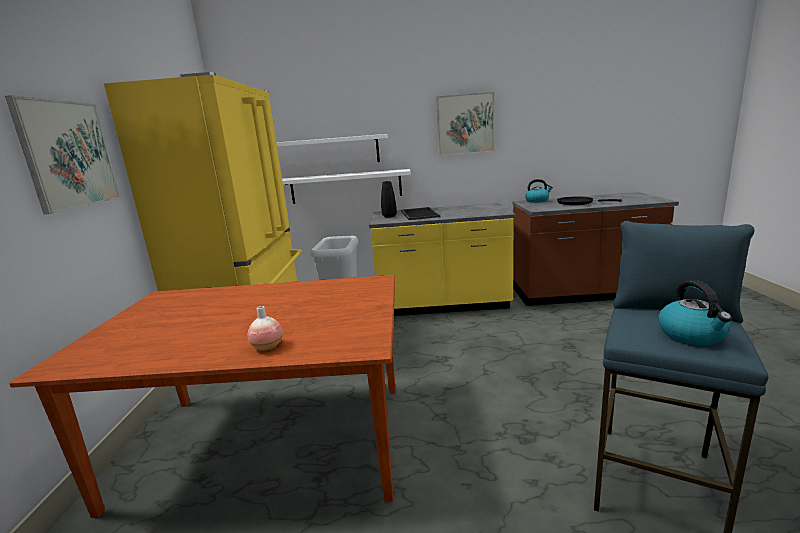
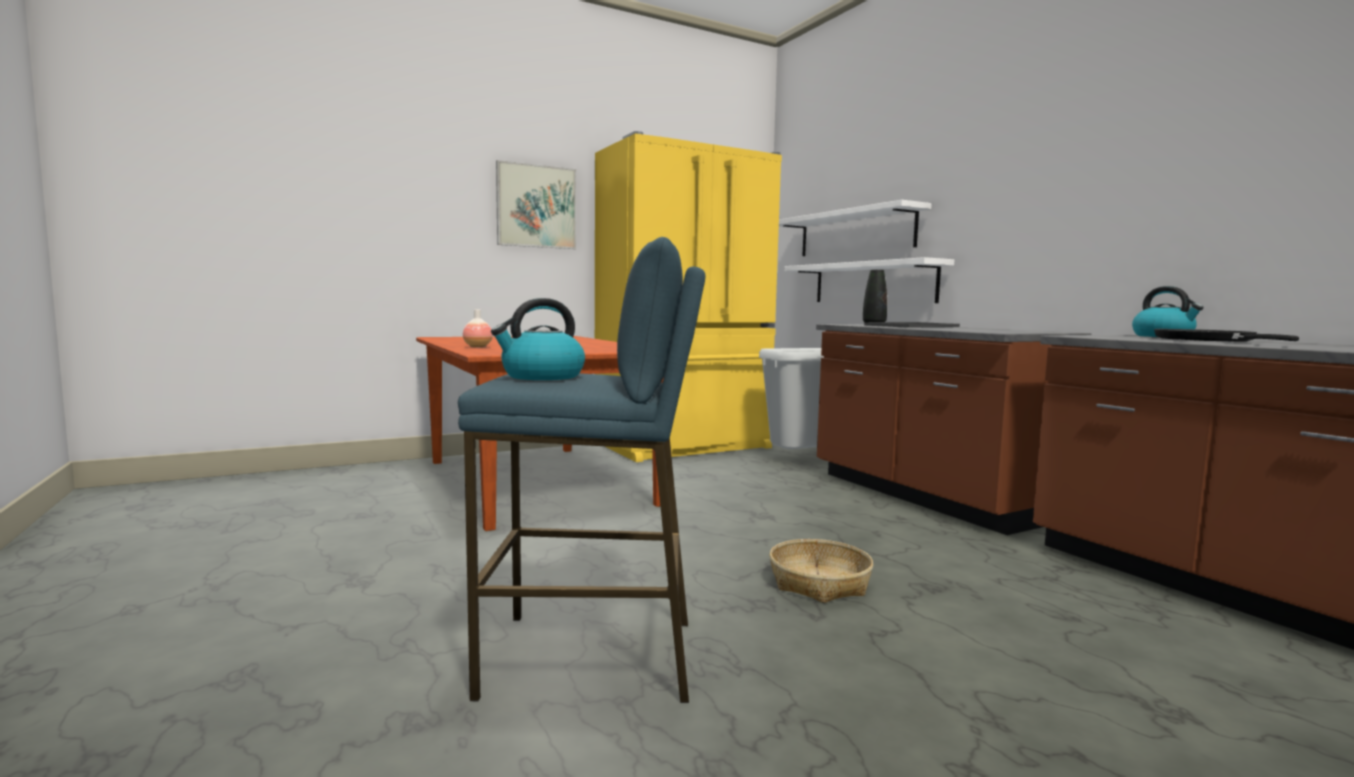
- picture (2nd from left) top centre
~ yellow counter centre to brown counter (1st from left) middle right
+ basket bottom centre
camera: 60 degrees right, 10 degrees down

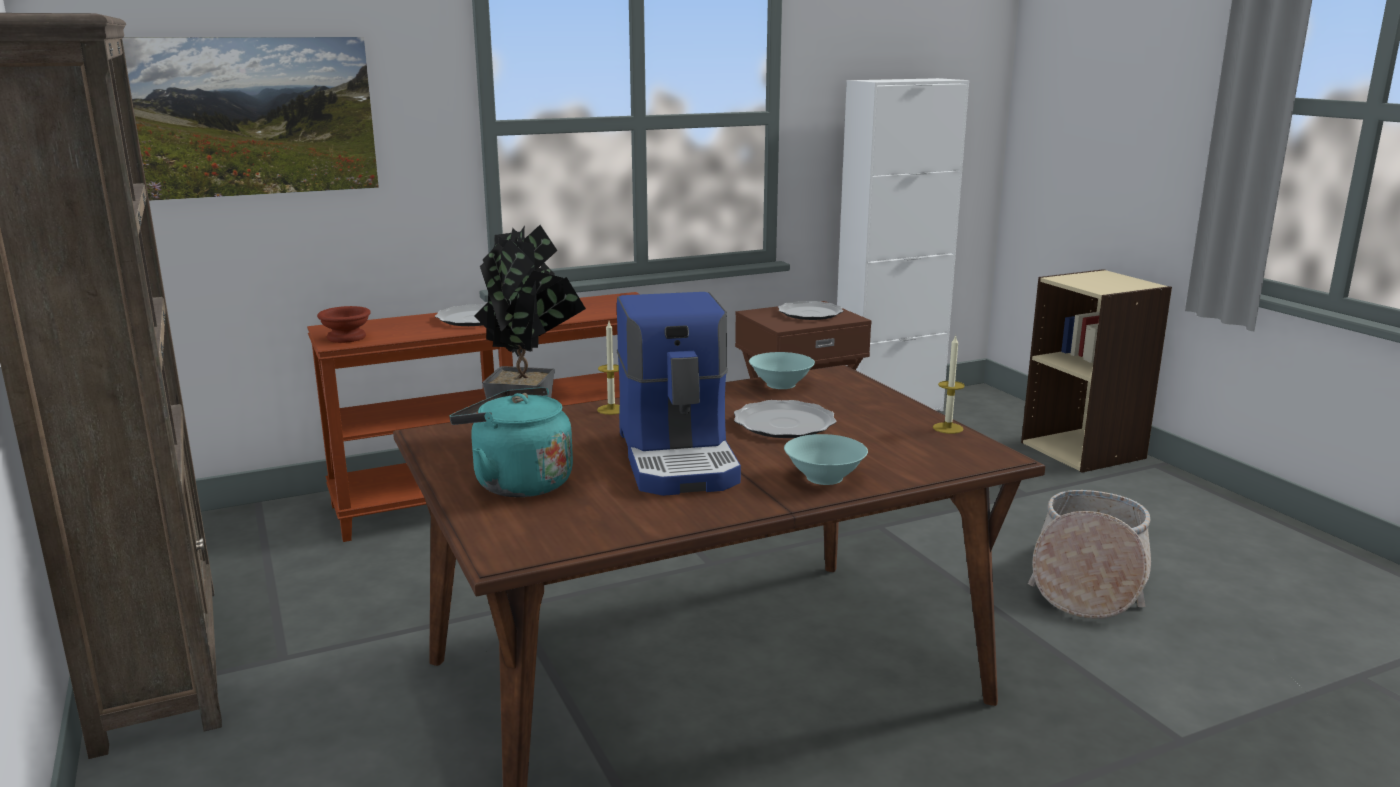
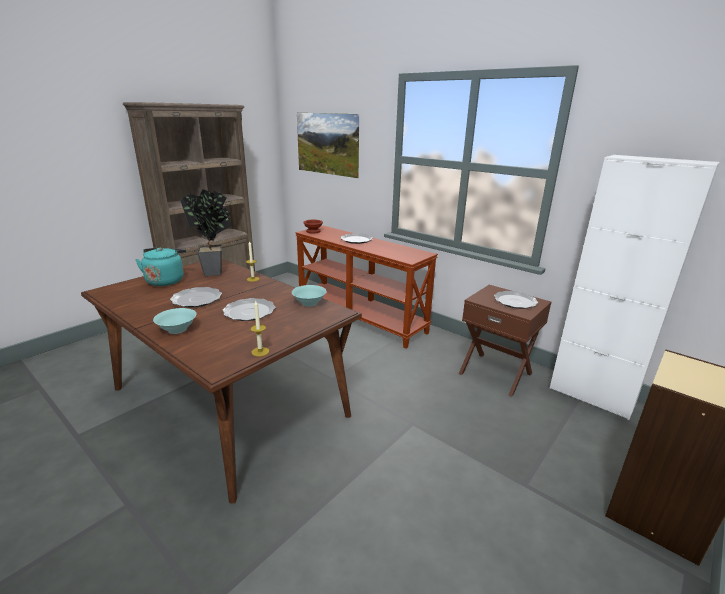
~ coffee machine centre to plate (1st from left) middle left
- basket bottom right
camera: 65 degrees right, 5 degrees up

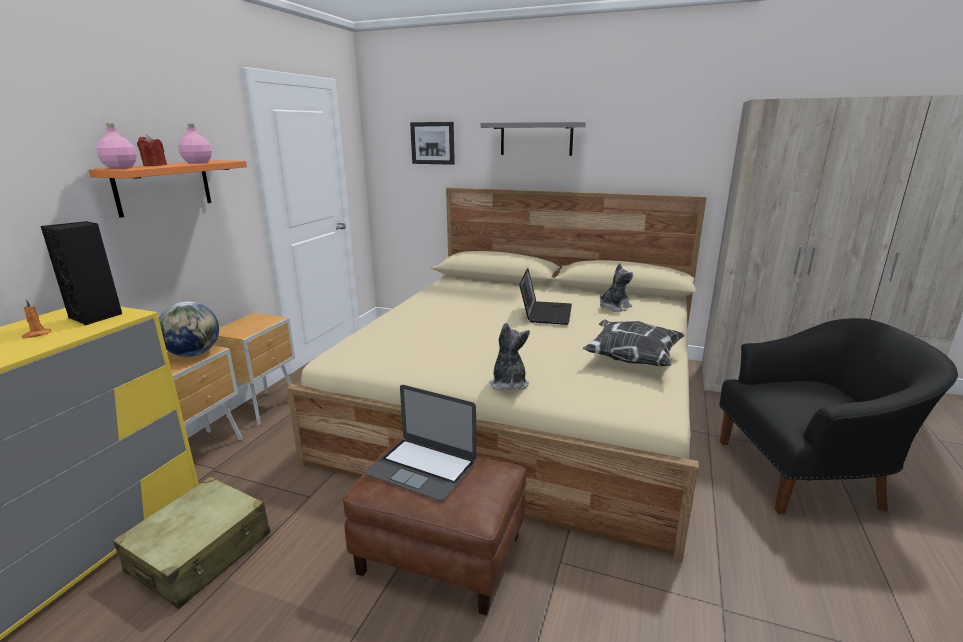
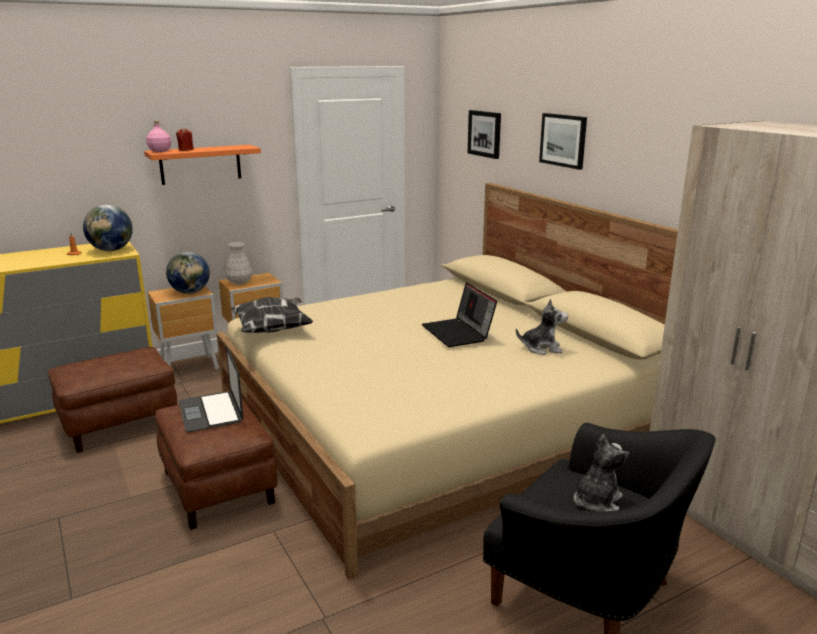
~ grey shelf top centre to picture (2nd from left) top right
- pink bottle (2nd from left) top left
~ black speaker middle left to globe (1st from left) middle left
~ laptop (2nd from left) centre = centre 105 degrees clockwise
~ pillow centre to middle left
~ plush toy (1st from left in the first image) centre to plush toy (2nd from left) bottom right
~ beige suitcase bottom left to brown ottoman (1st from left) middle left
+ white vase middle left
camera: 40 degrees right, 0 degrees up

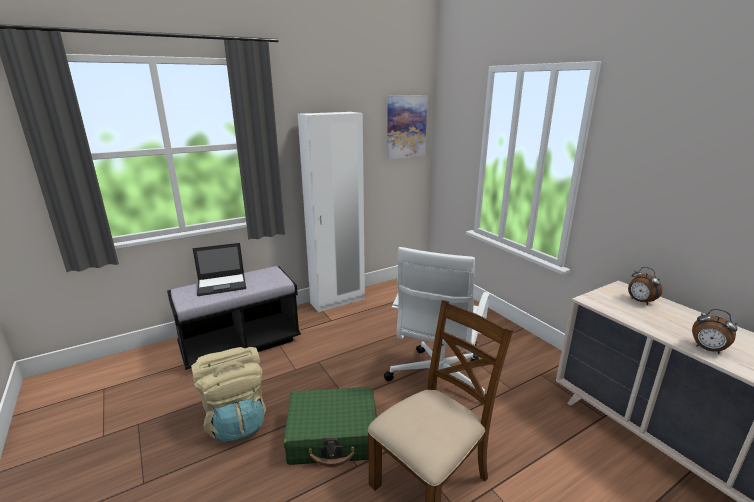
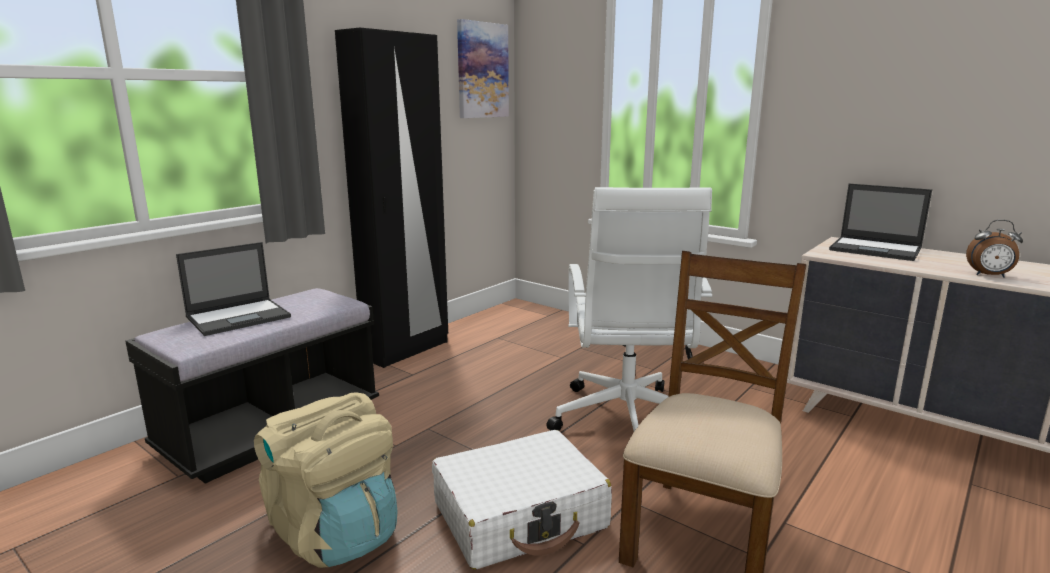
~ white wardrobe centre to black wardrobe centre
~ alarm clock (1st from left) middle right to laptop (2nd from left) middle right
~ green suitcase bottom centre to white suitcase bottom centre
camera: 20 degrees left, 5 degrees down

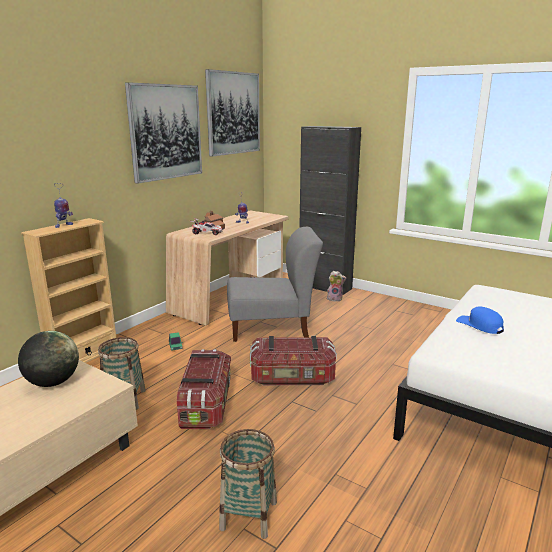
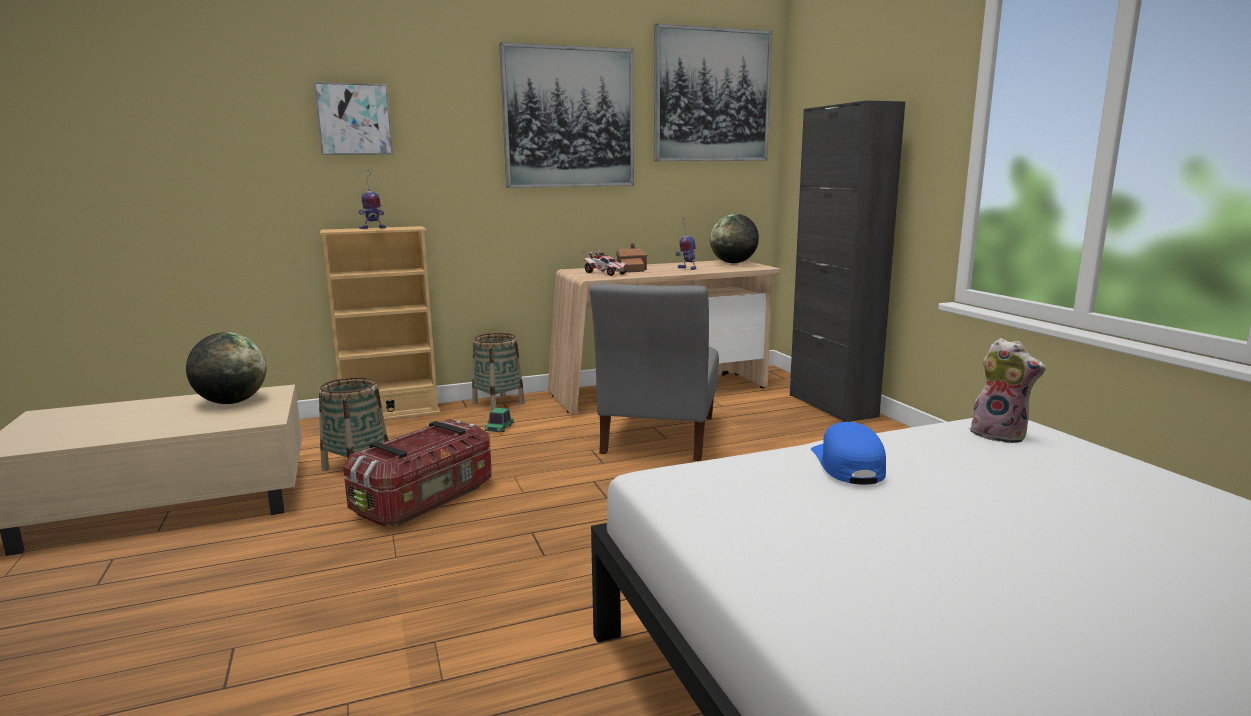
~ grey chair centre = centre 75 degrees clockwise
~ plush toy centre to middle right
- storage box (2nd from left) centre
~ basket (2nd from left) bottom centre to centre
+ picture (1st from left) top left
+ globe (2nd from left) top centre
camera: 35 degrees right, 5 degrees down

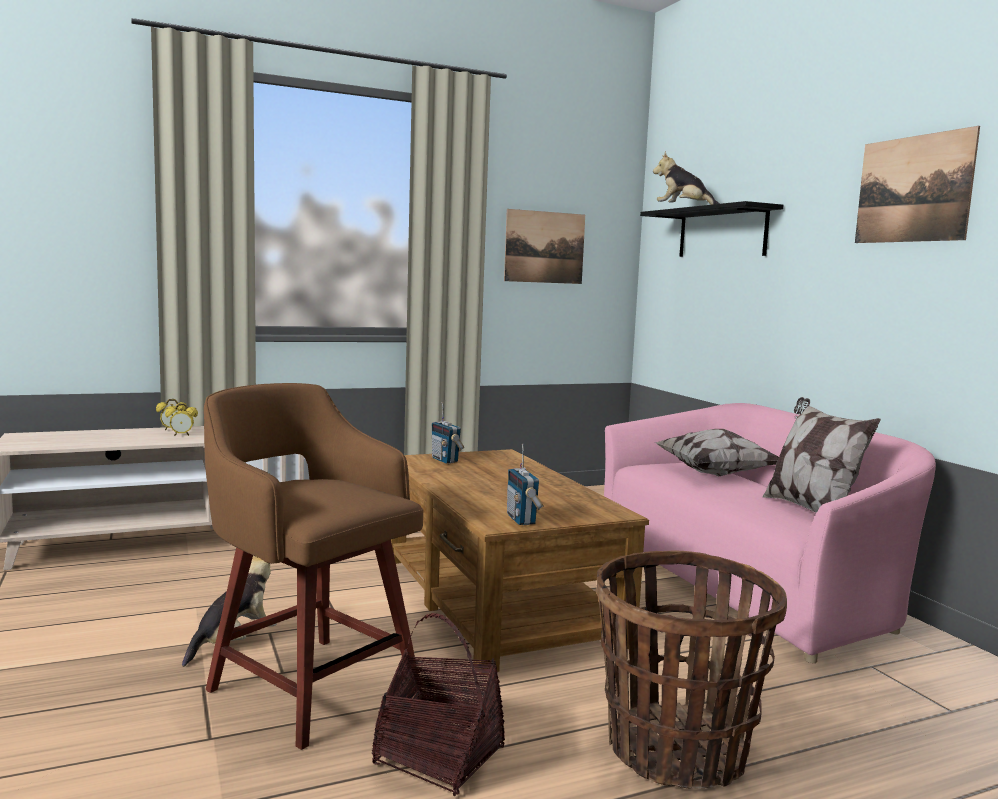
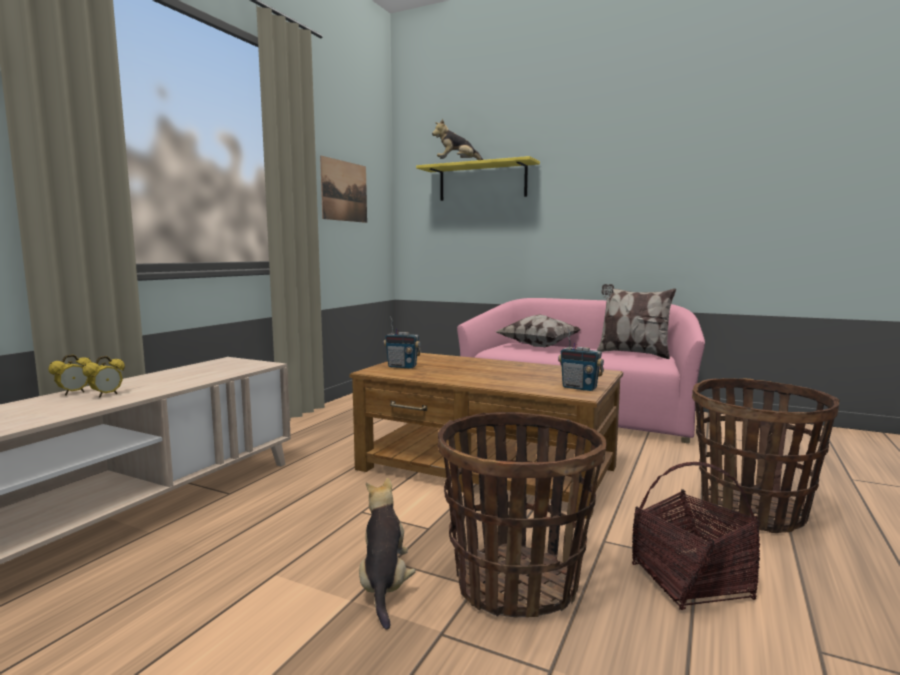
- picture (2nd from left) top right
~ black shelf top right to yellow shelf top centre
~ brown stool bottom left to basket (1st from left) bottom centre
camera: 40 degrees left, 0 degrees up

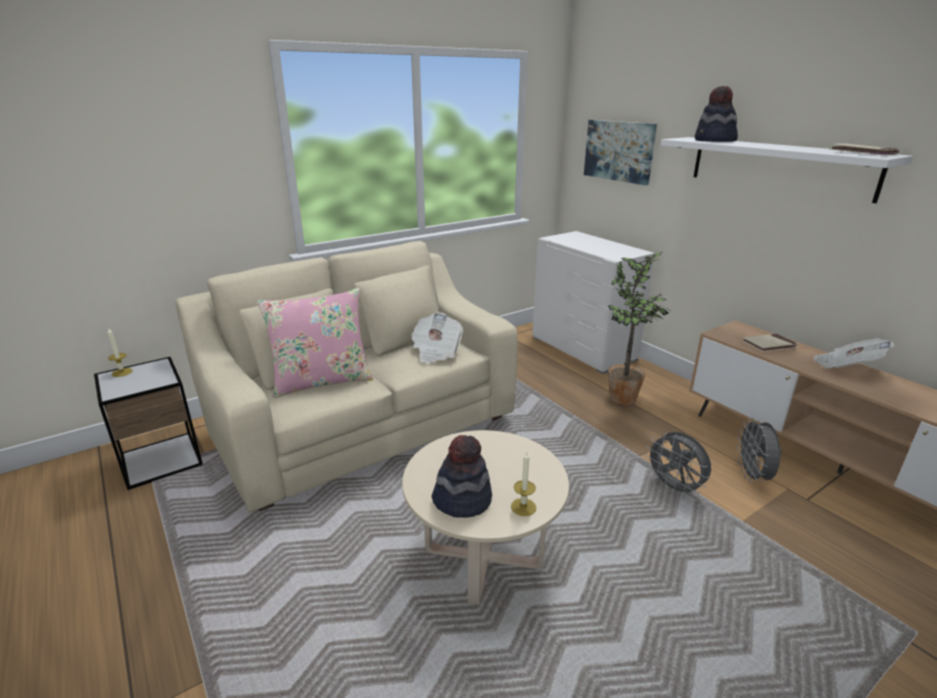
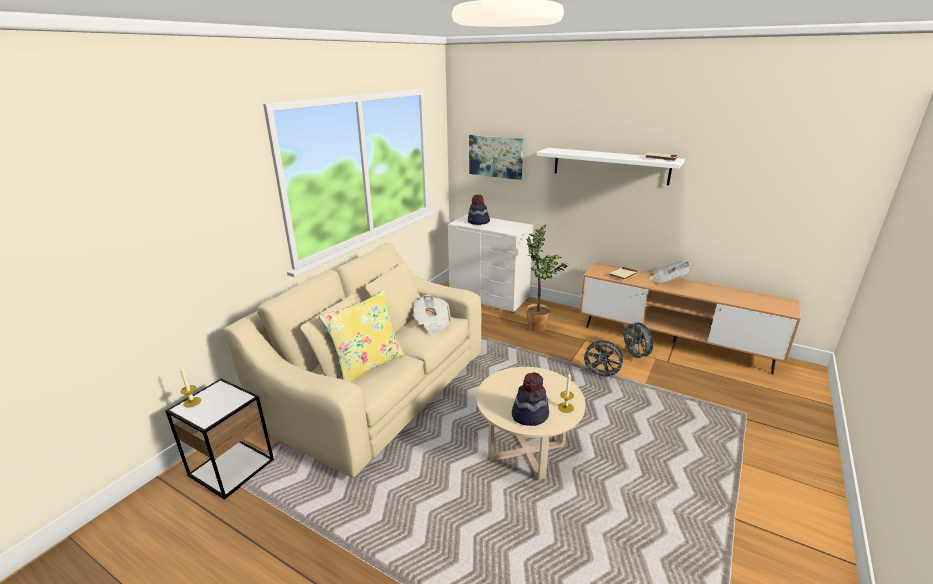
~ hat (2nd from left in the first image) top right to hat (1st from left) centre
~ pink pillow centre to yellow pillow centre
camera: 25 degrees left, 0 degrees up

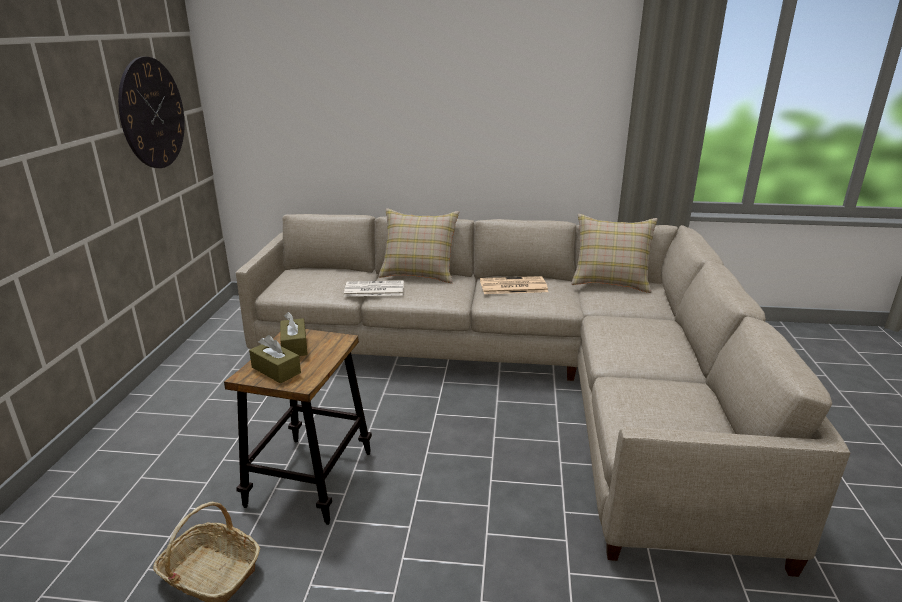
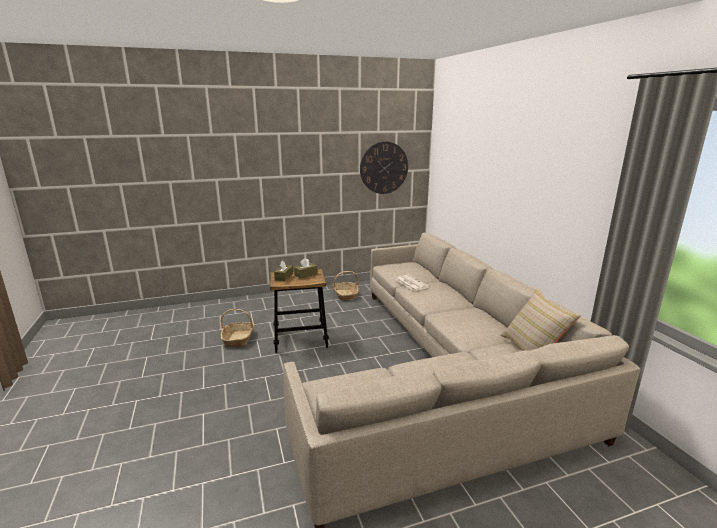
- beige pillow (1st from left) centre
- newspaper (2nd from left) centre
+ basket (2nd from left) centre
camera: 65 degrees right, 5 degrees down

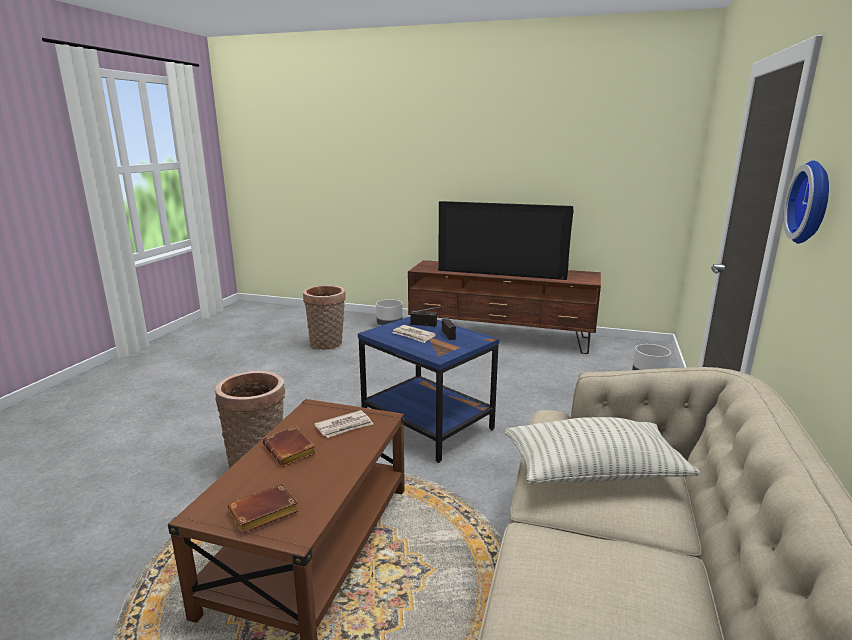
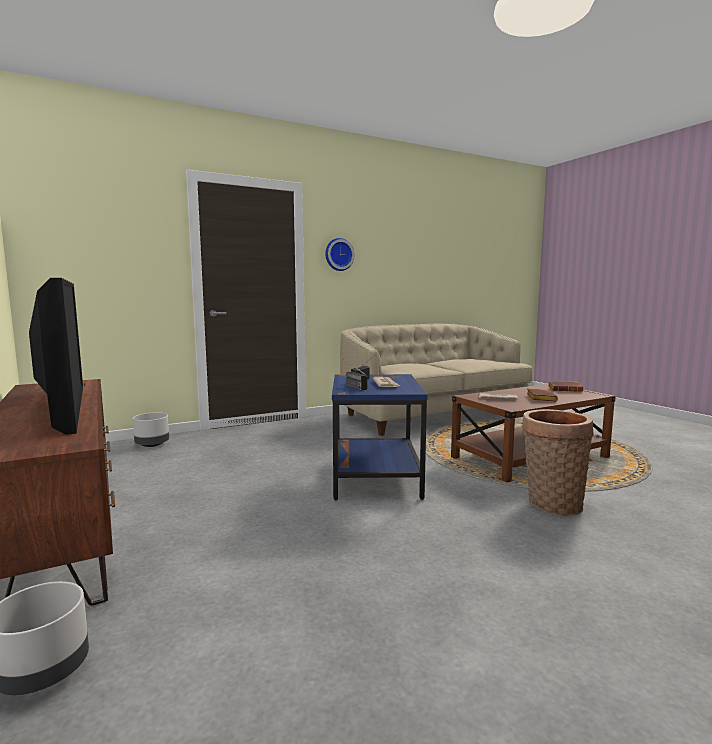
- basket (2nd from left) centre
- pillow bottom right
camera: 135 degrees left, 10 degrees down

